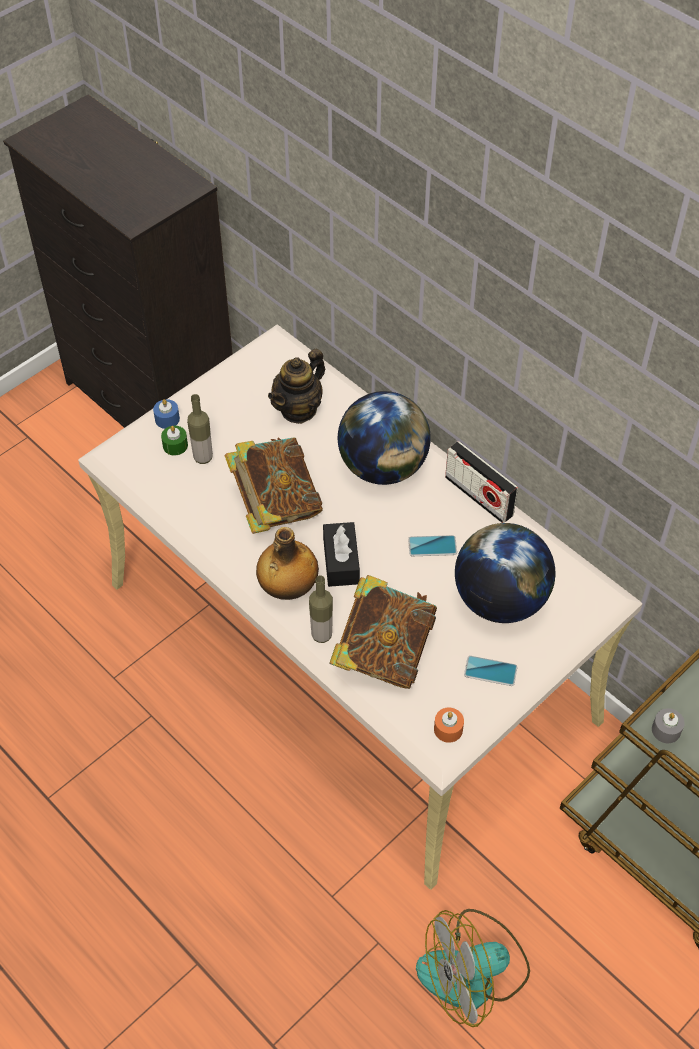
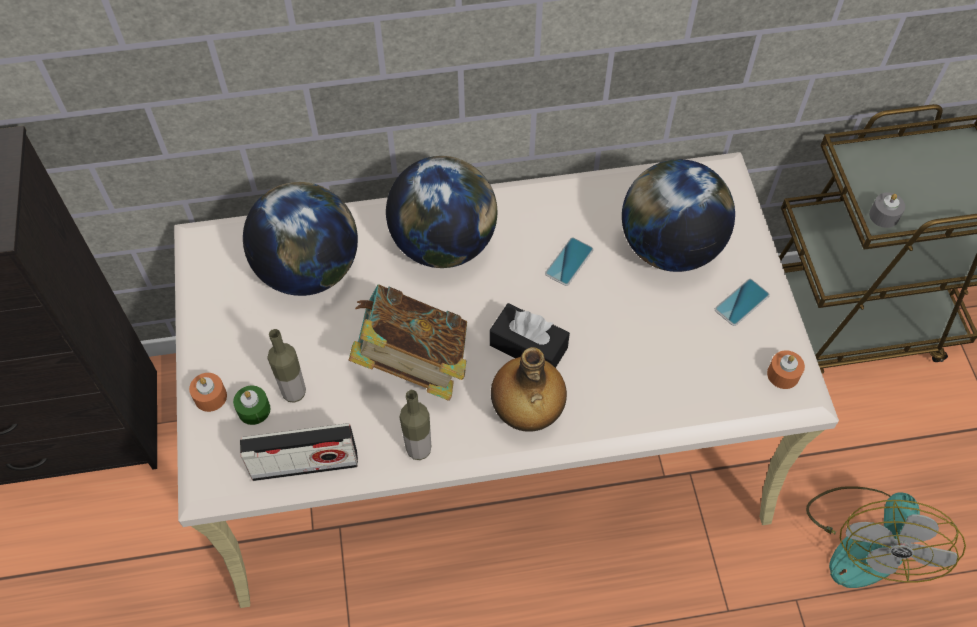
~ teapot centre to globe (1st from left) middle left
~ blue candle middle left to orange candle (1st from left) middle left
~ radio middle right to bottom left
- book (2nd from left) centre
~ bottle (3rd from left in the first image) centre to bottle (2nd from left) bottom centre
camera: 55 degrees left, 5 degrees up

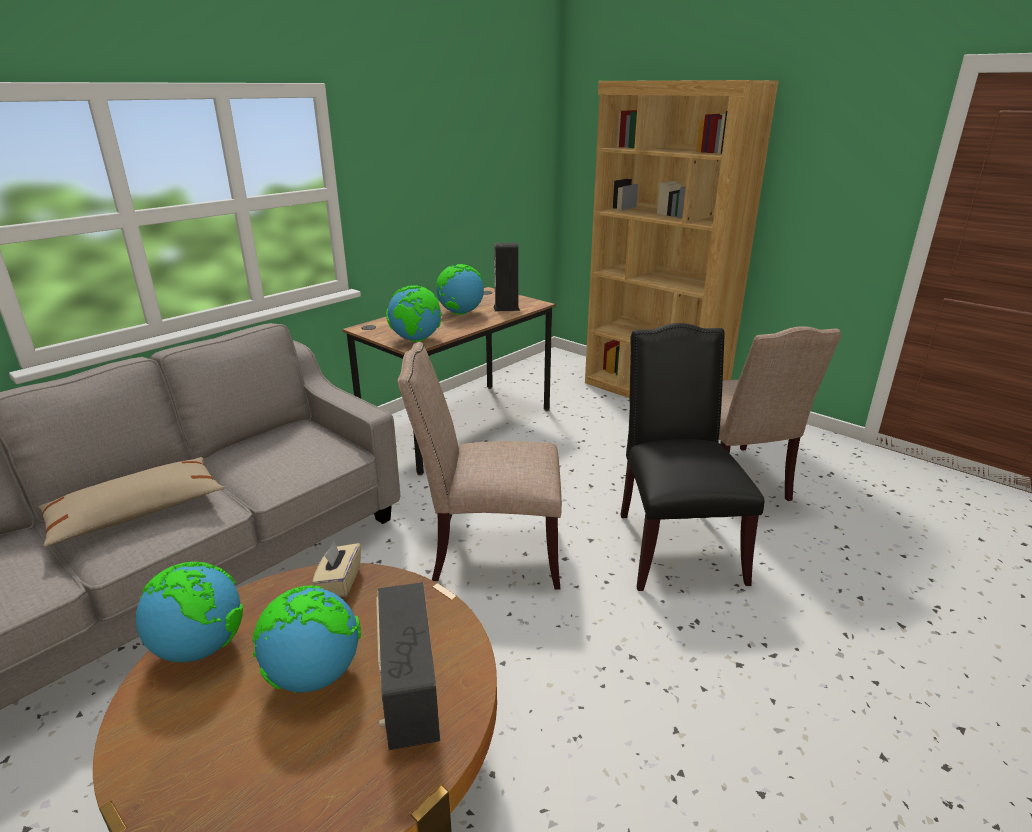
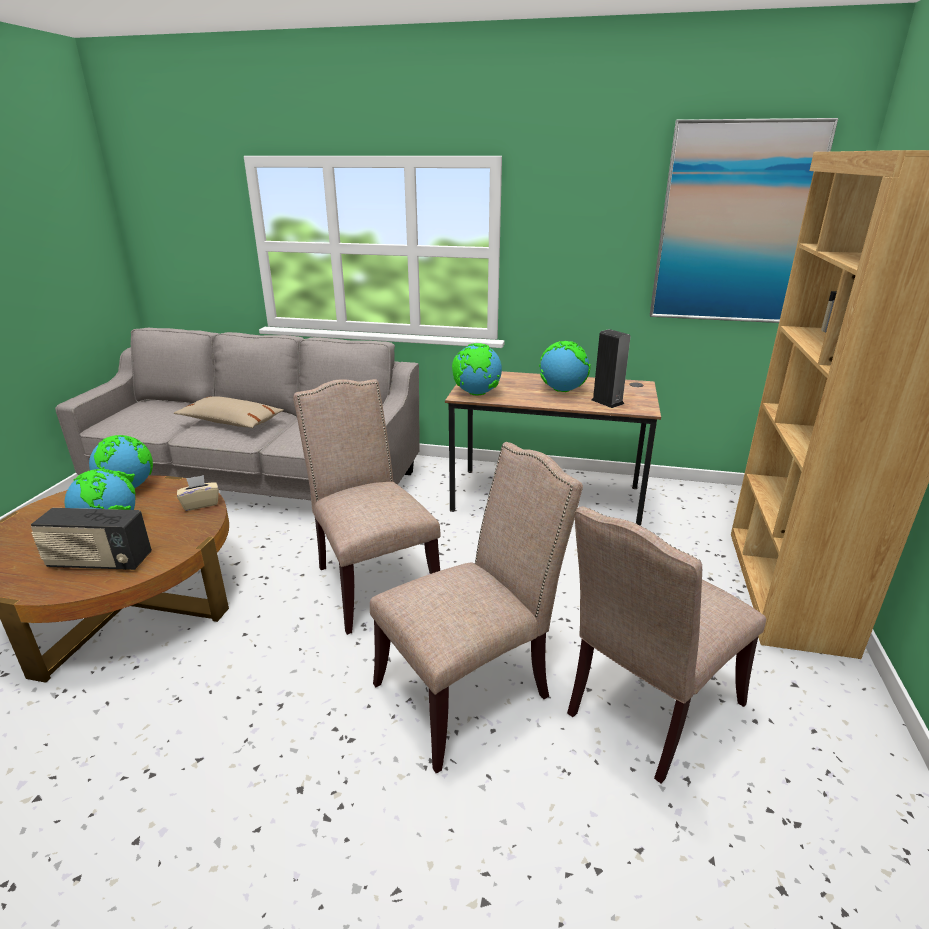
~ black chair middle right to beige chair (2nd from left) centre
~ radio bottom centre = middle left 135 degrees counterclockwise
+ picture top right
camera: 60 degrees right, 0 degrees up

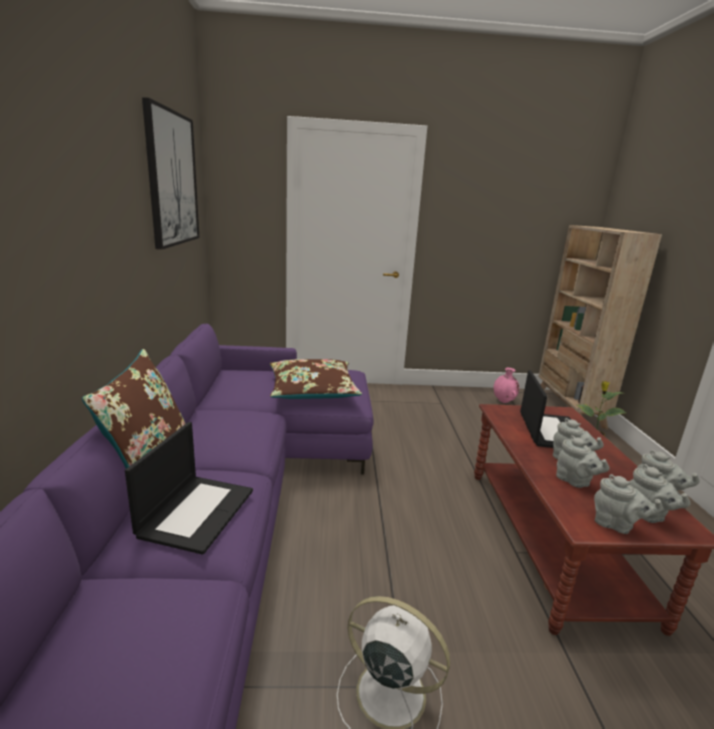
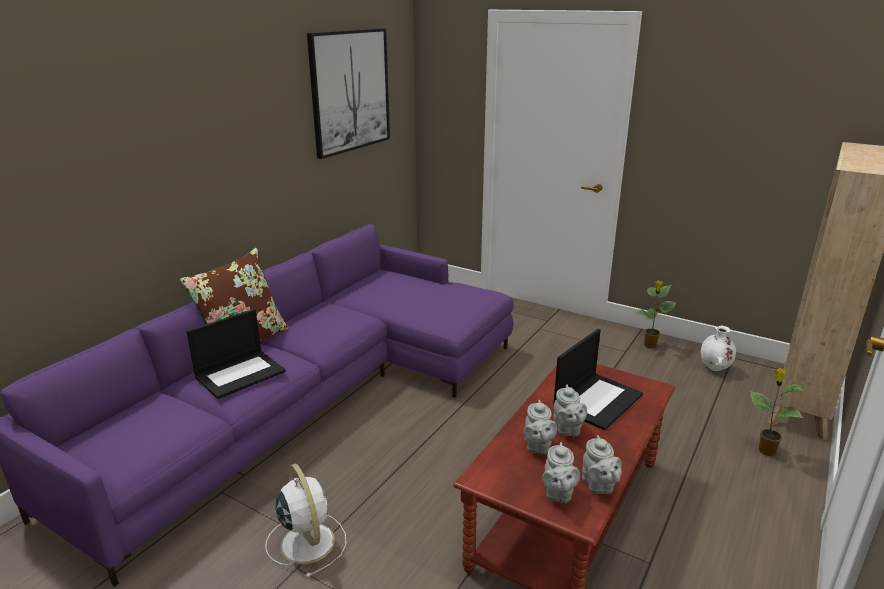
- brown pillow (2nd from left) centre
~ pink vase middle right to white vase middle right
- grey teapot (3rd from left) bottom right
+ potted plant (1st from left) middle right
camera: 35 degrees right, 5 degrees up

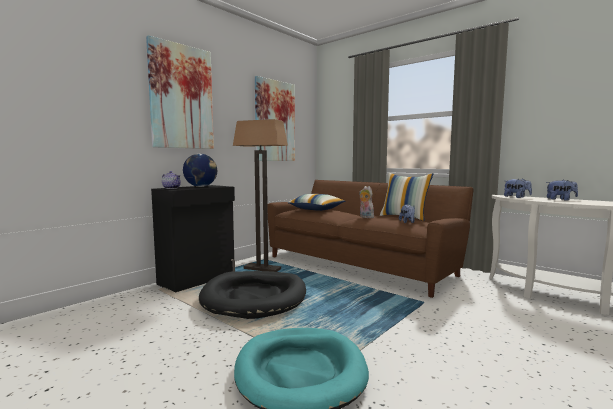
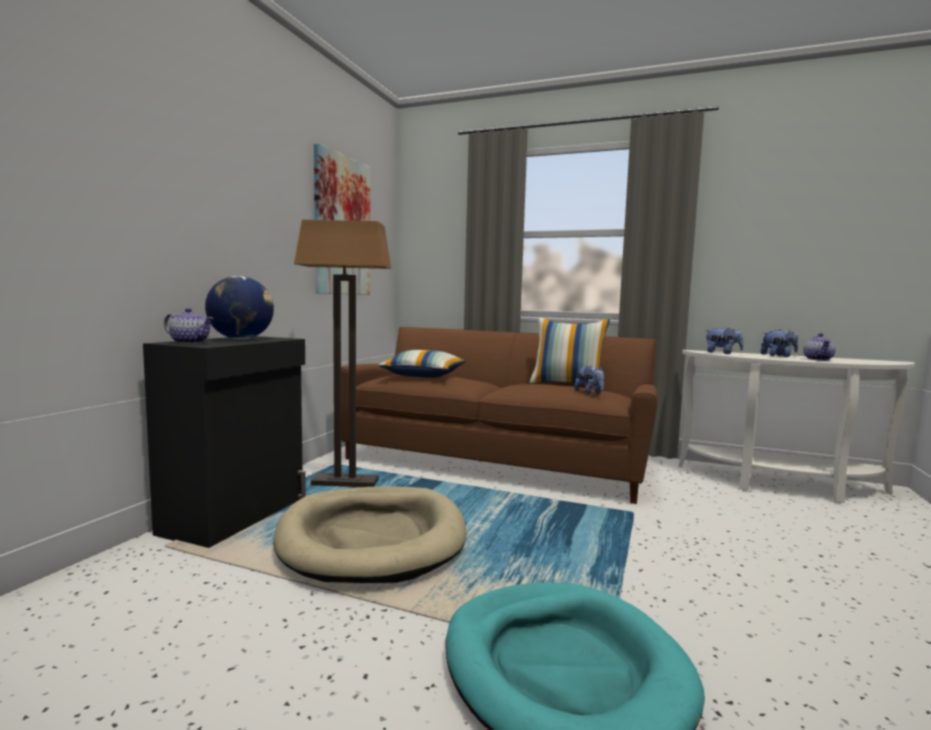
- picture (1st from left) top left
- plush toy (1st from left) centre
~ black dog bed bottom centre to beige dog bed bottom centre
+ teapot (2nd from left) middle right
camera: 20 degrees left, 0 degrees up

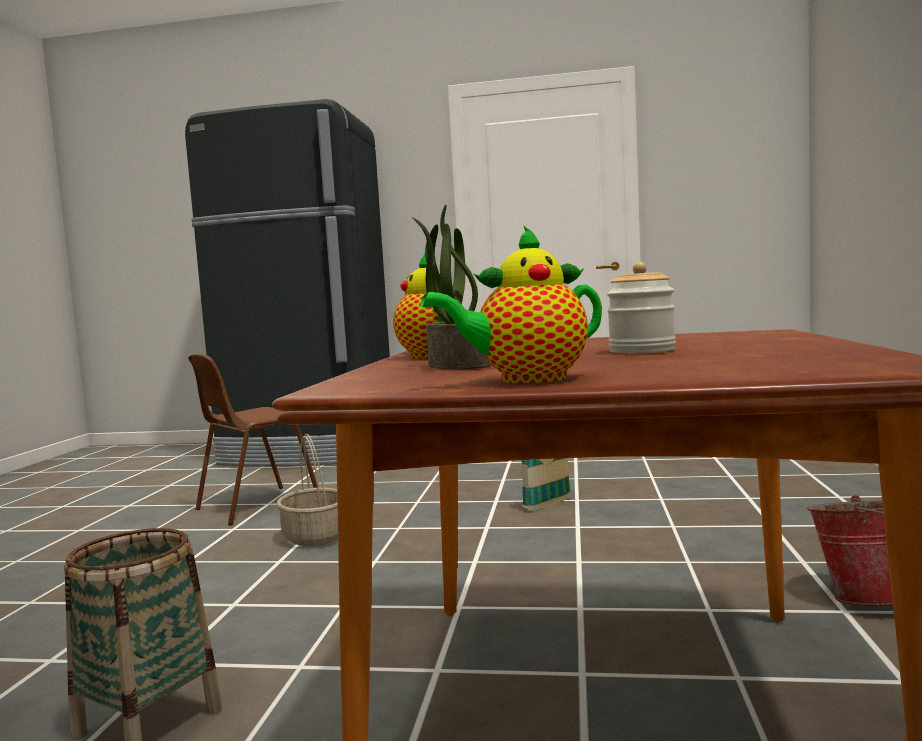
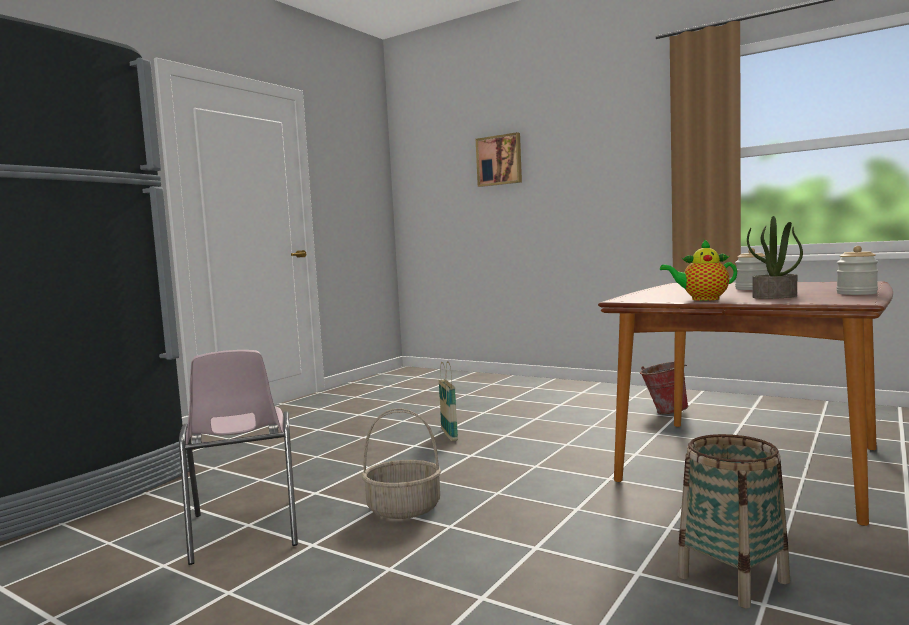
~ teapot (2nd from left) centre to jar (2nd from left) middle right
~ brown chair middle left to pink chair bottom left
+ picture top centre
camera: 65 degrees left, 0 degrees up

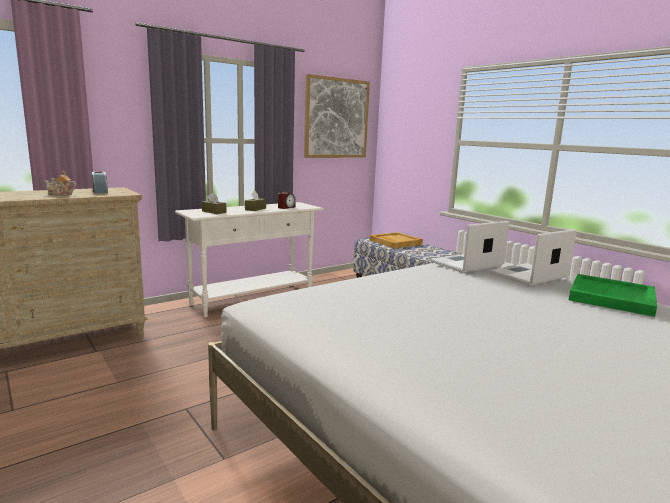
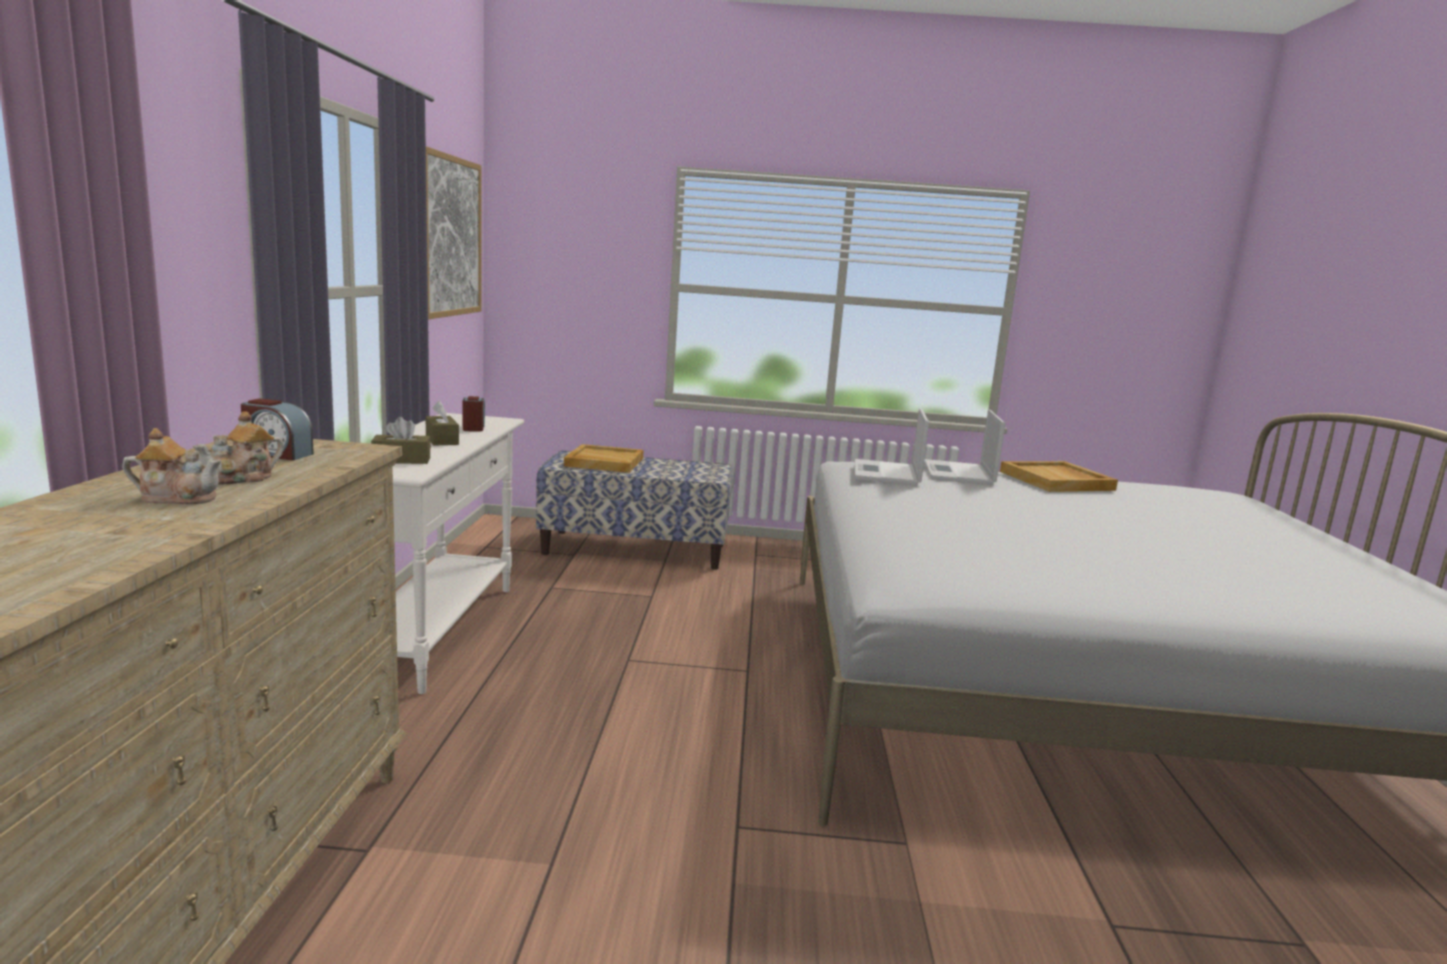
~ green tray middle right to beige tray (2nd from left) middle right
+ teapot (1st from left) middle left
camera: 50 degrees left, 0 degrees up

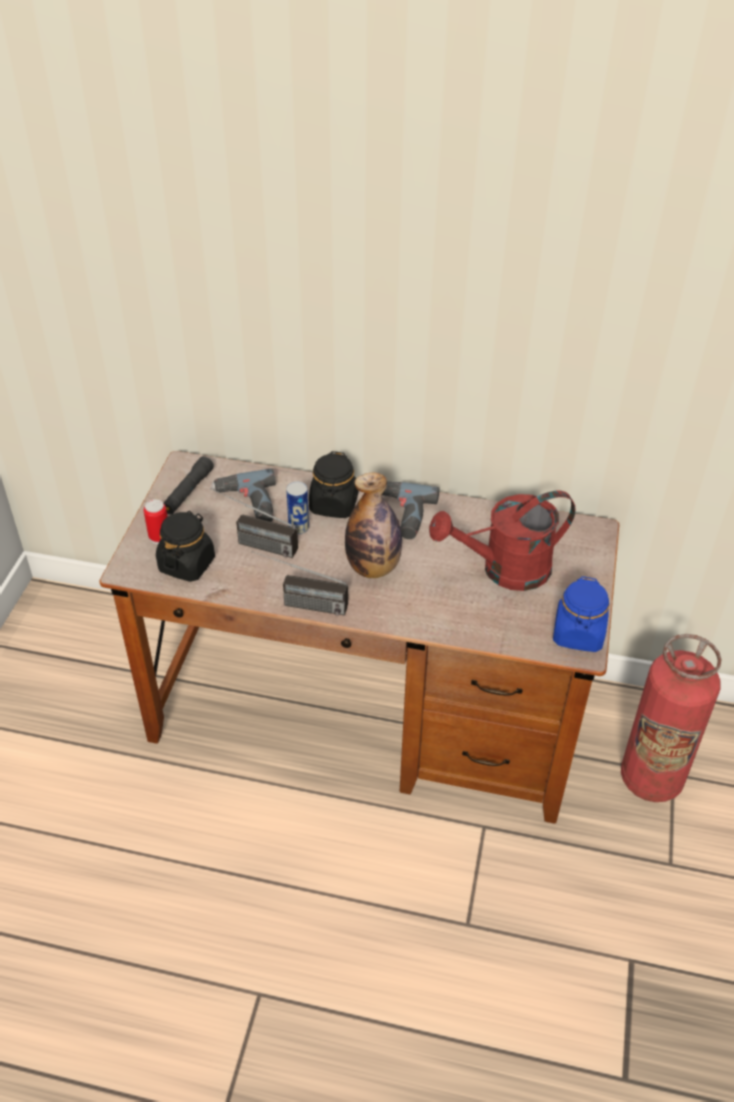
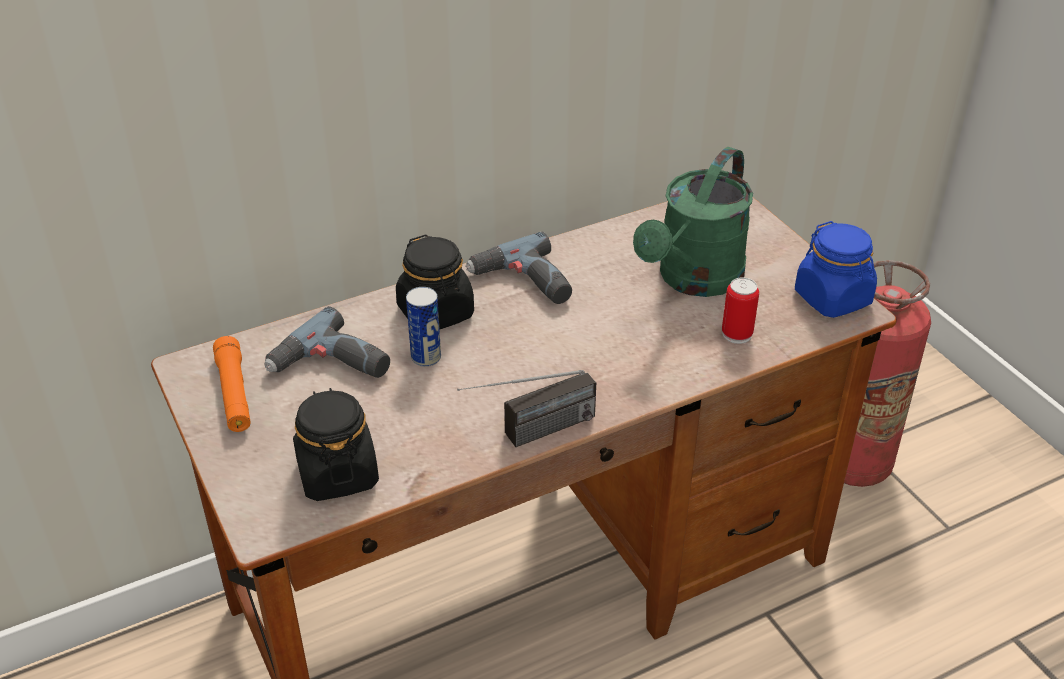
~ black flashlight middle left to orange flashlight middle left
- bottle centre
- radio (1st from left) centre
~ red watering can middle right to green watering can top centre
~ can (1st from left in the first image) middle left to can (2nd from left) middle right
camera: 40 degrees left, 5 degrees down

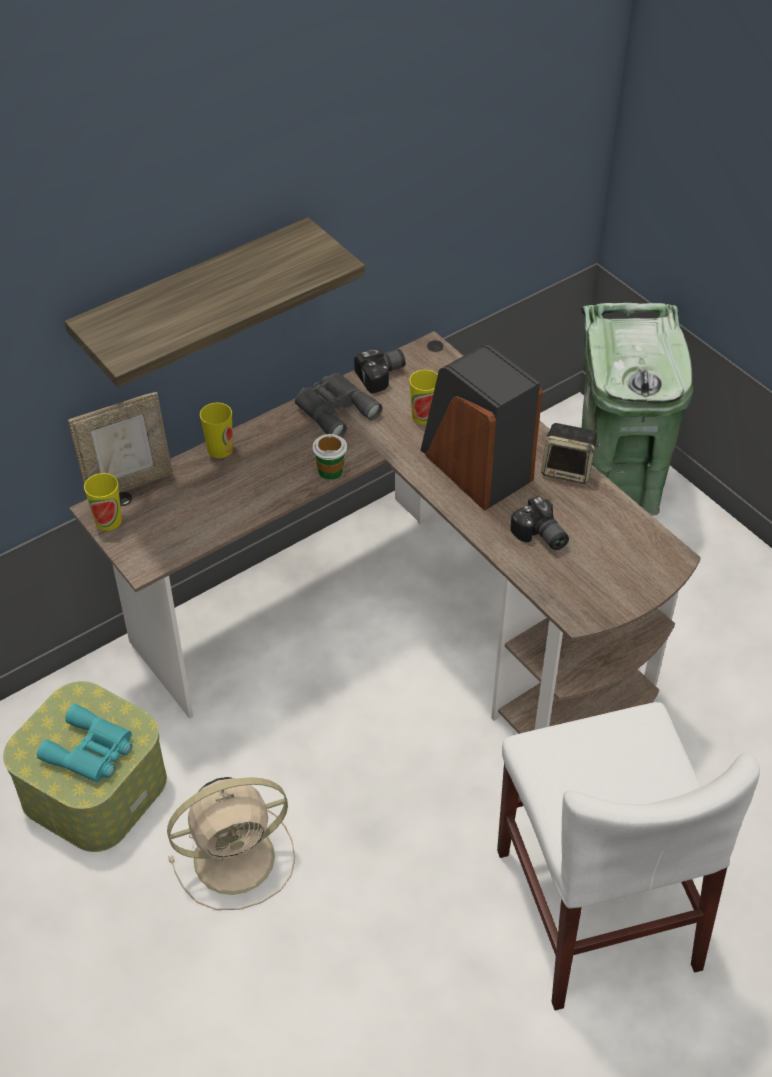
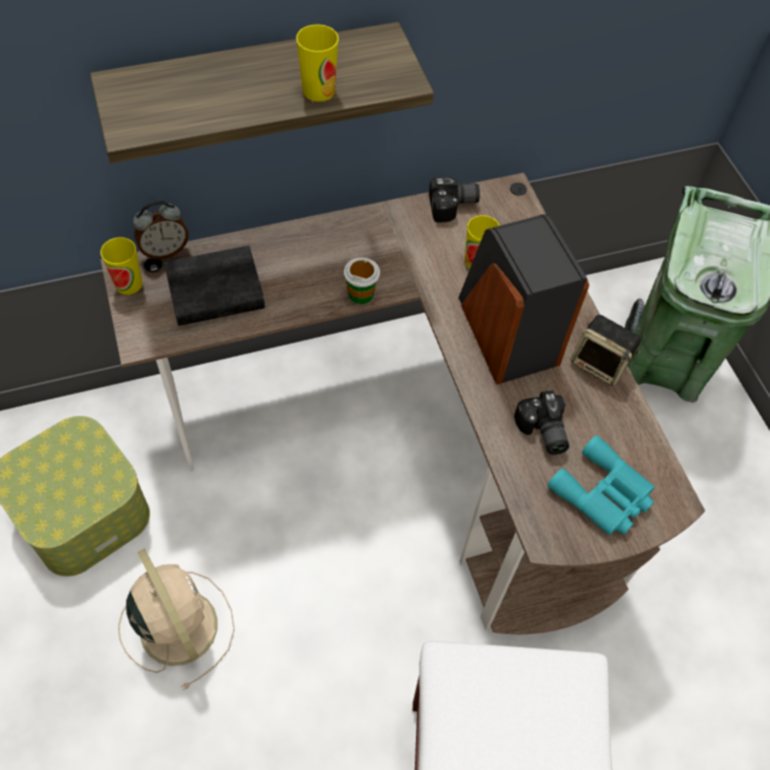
- grey binoculars centre
~ picture frame middle left to alarm clock top left
~ cup (2nd from left) middle left to top centre
~ turquoise binoculars bottom left to middle right
~ beige fan bottom left = bottom left 120 degrees counterclockwise
+ black book middle left
camera: 15 degrees right, 10 degrees up

